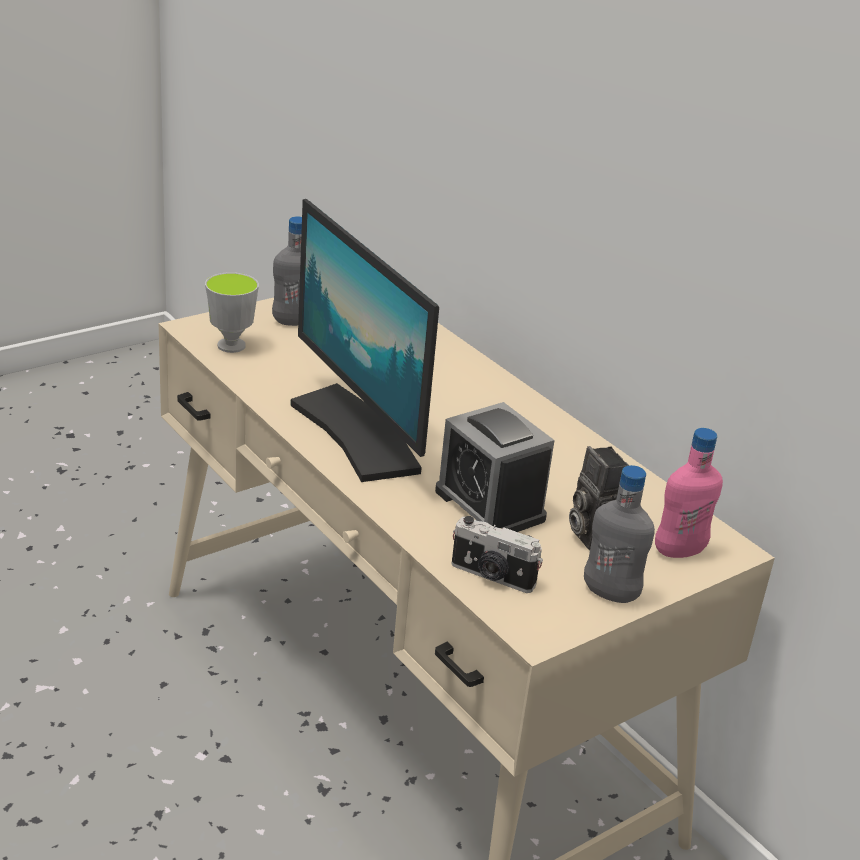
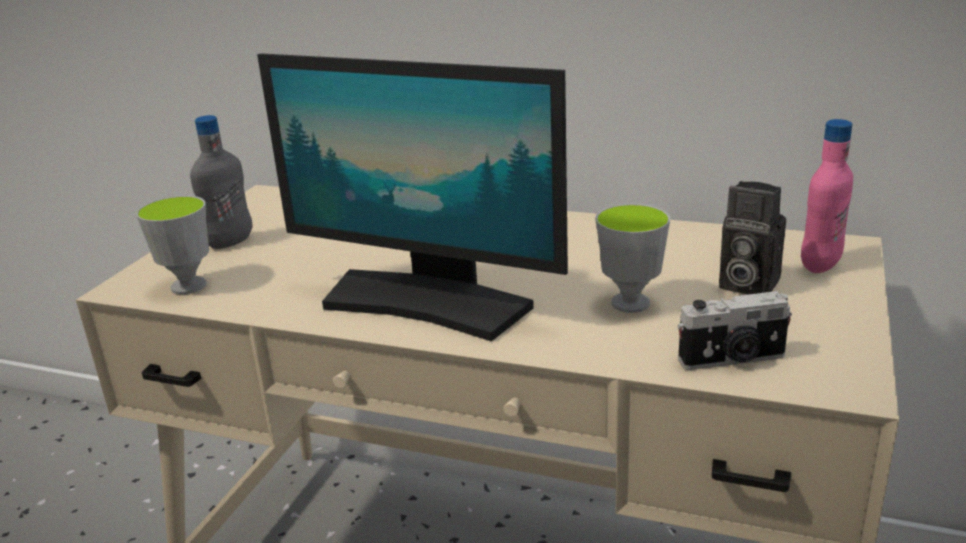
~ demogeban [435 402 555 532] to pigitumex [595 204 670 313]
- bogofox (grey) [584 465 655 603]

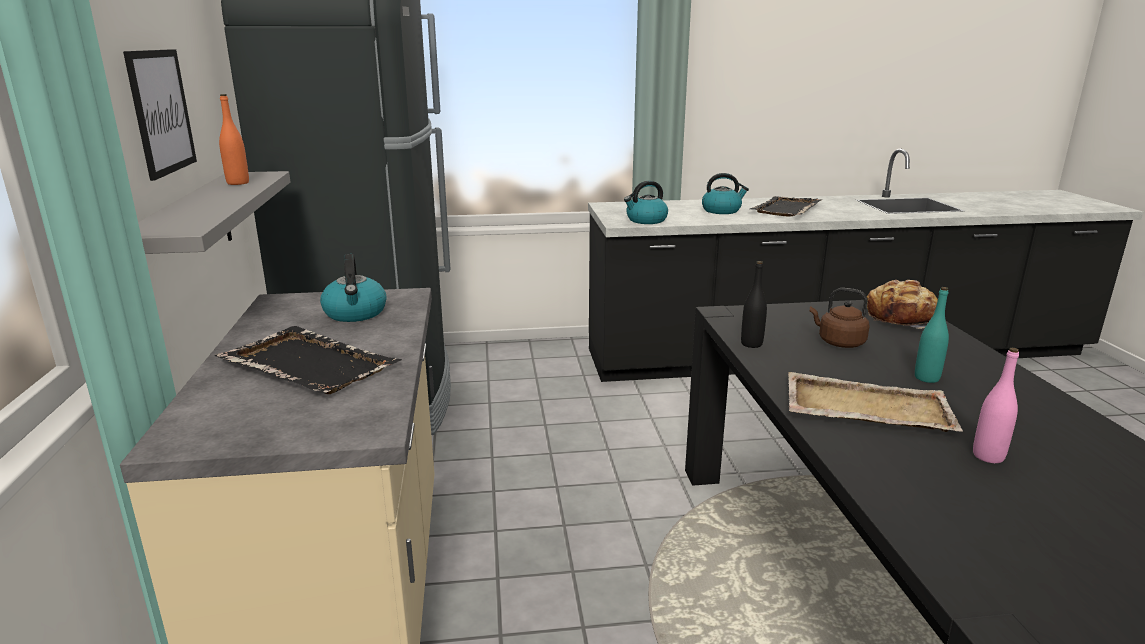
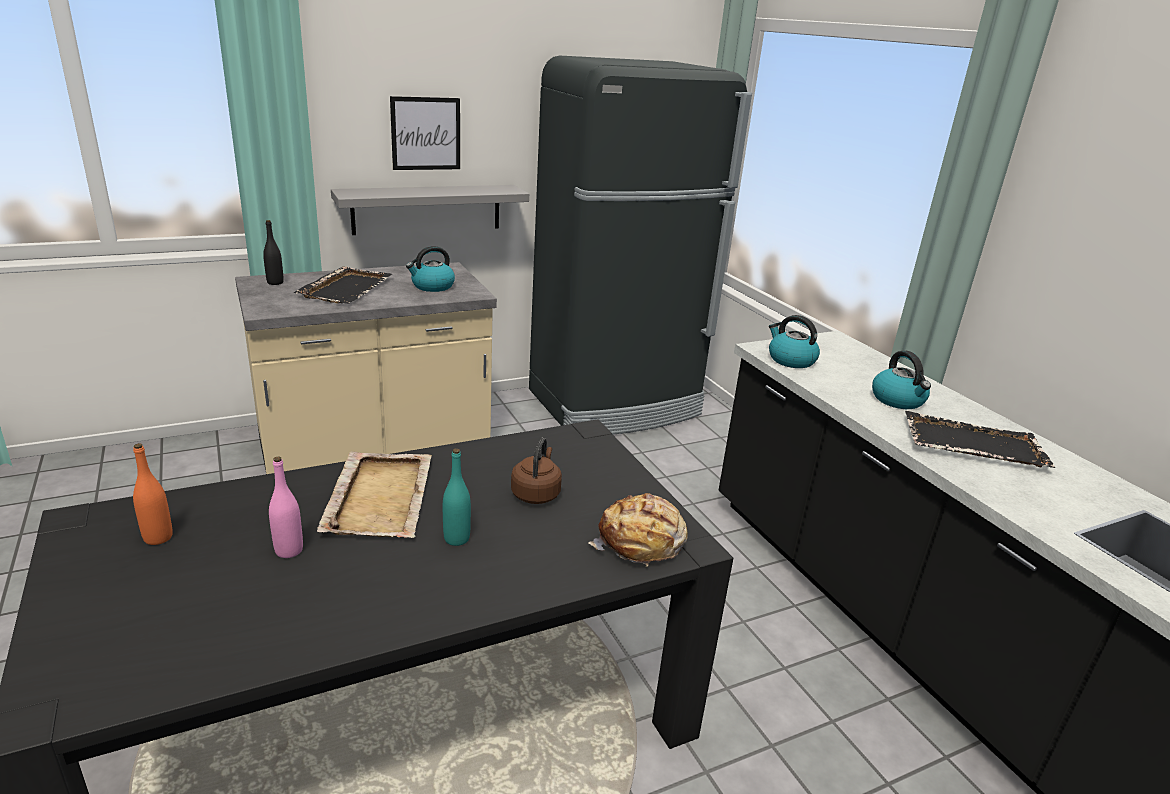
~ bogofox (orange) [219 94 249 185] to [133 443 173 545]
~ bogofox (black) [741 261 767 348] to [263 220 284 285]

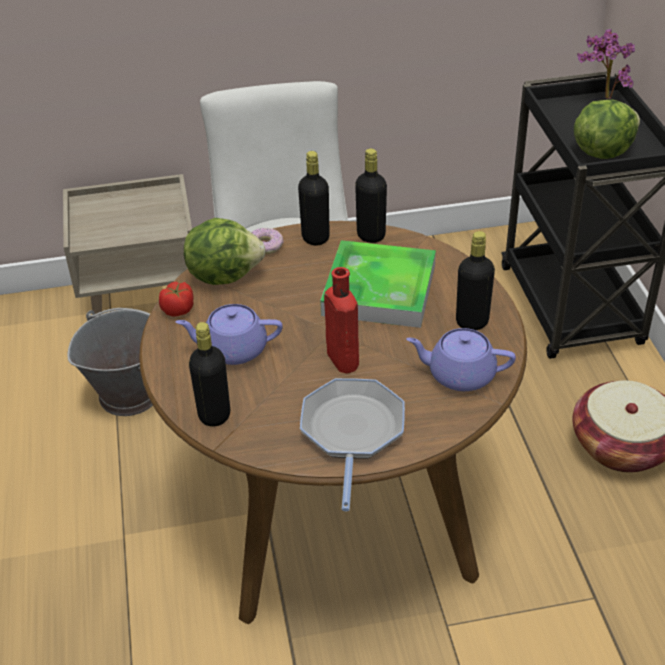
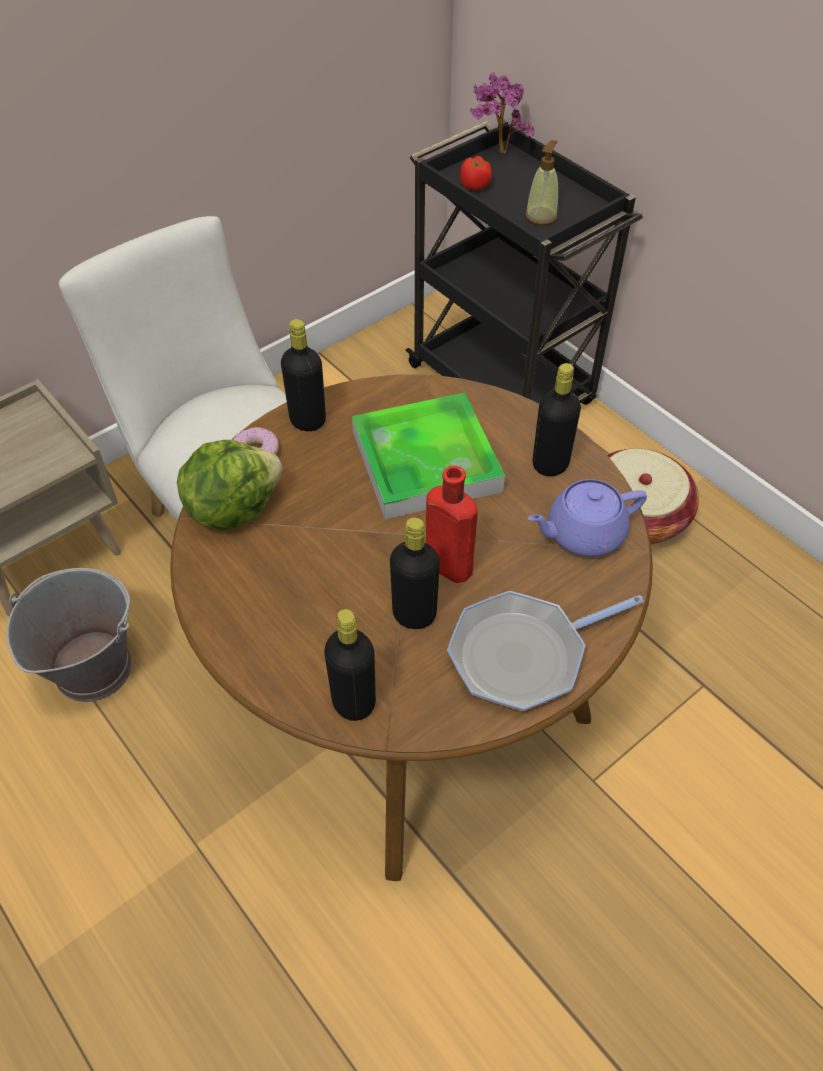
~ bogofox (black) [355 148 387 243] to [390 517 440 629]
~ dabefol [300 378 405 511] = [447 591 644 711] 90 degrees counterclockwise
~ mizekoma [159 282 194 317] to [460 156 492 190]
~ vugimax [574 99 640 159] to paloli [525 140 558 225]
- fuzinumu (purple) [176 304 283 365]

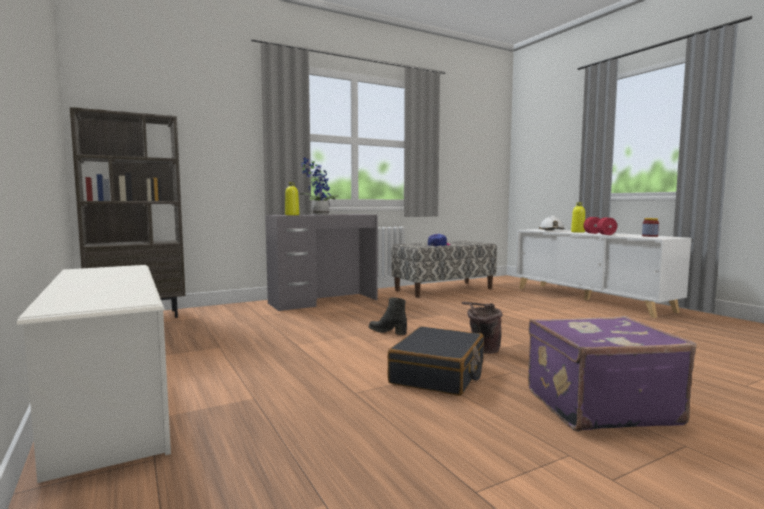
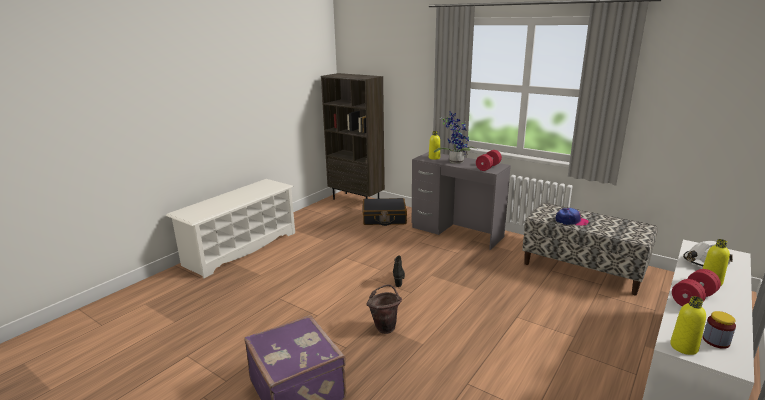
~ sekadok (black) [387 326 484 396] to [363 198 407 226]
+ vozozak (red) [476 150 502 171]
+ bogofox (yellow) [670 296 706 355]

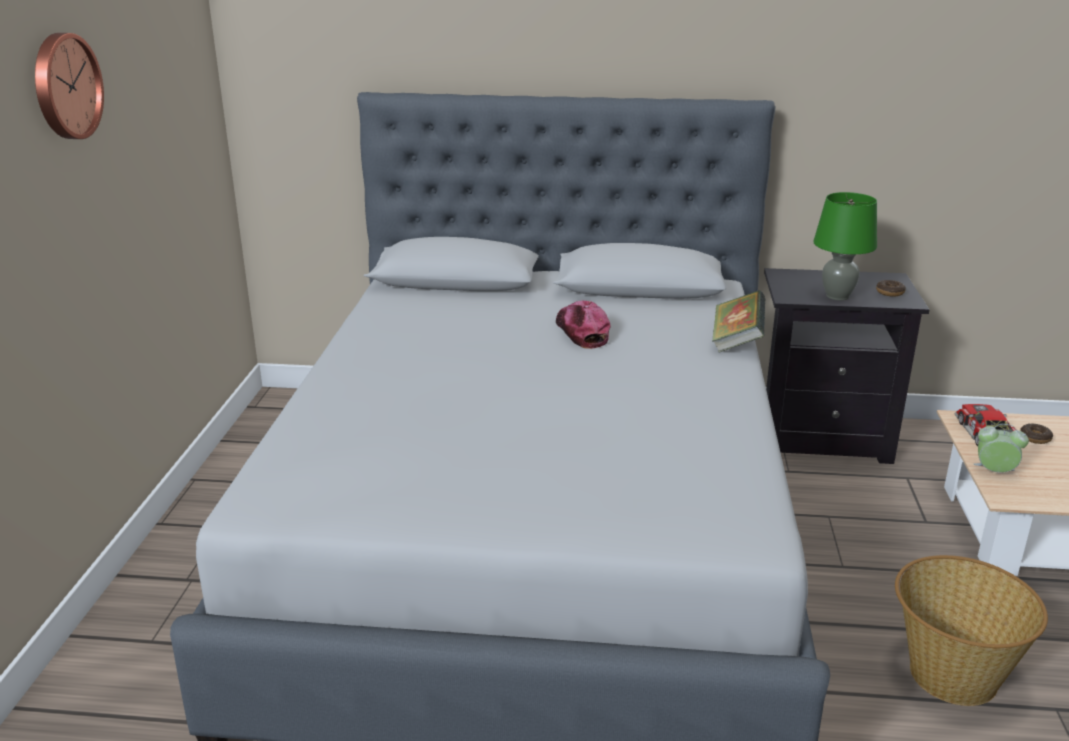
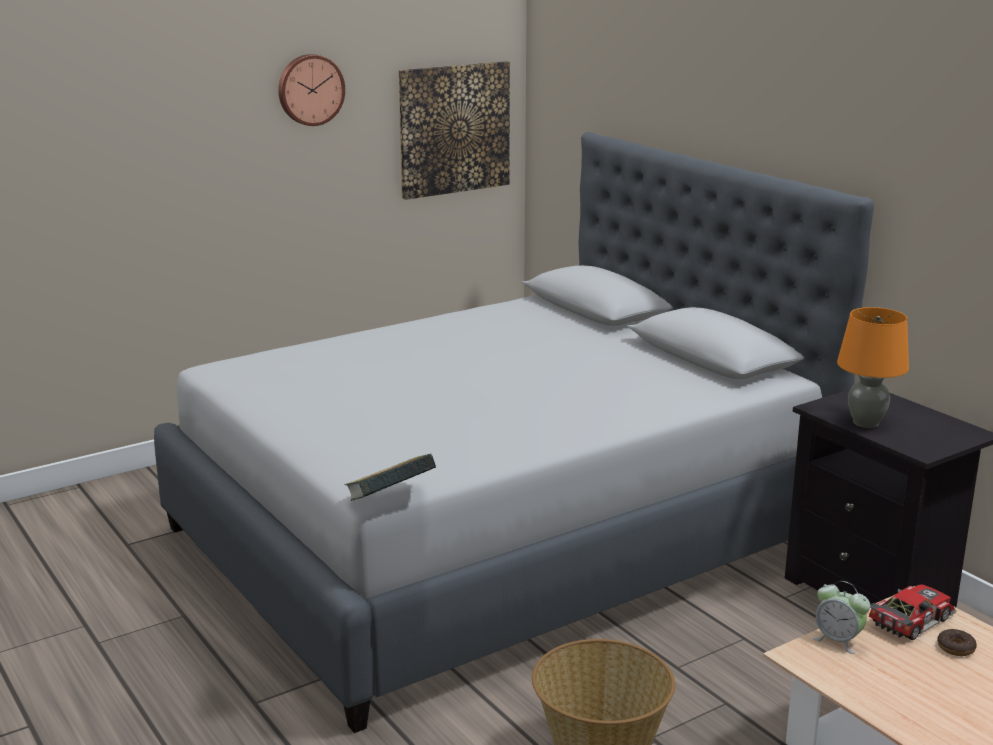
~ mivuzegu [712 290 765 352] to [344 454 436 501]
+ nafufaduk [398 61 510 200]
~ demogeban [974 424 1029 473] = [812 581 870 654] 150 degrees clockwise
~ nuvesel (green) [813 192 877 300] to nuvesel (orange) [837 307 909 428]
- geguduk [556 301 610 349]
- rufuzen [876 280 906 297]

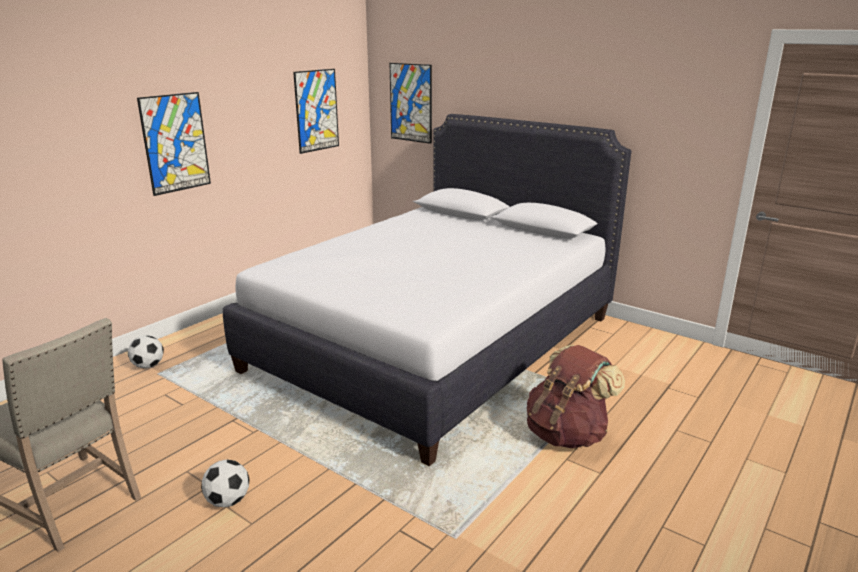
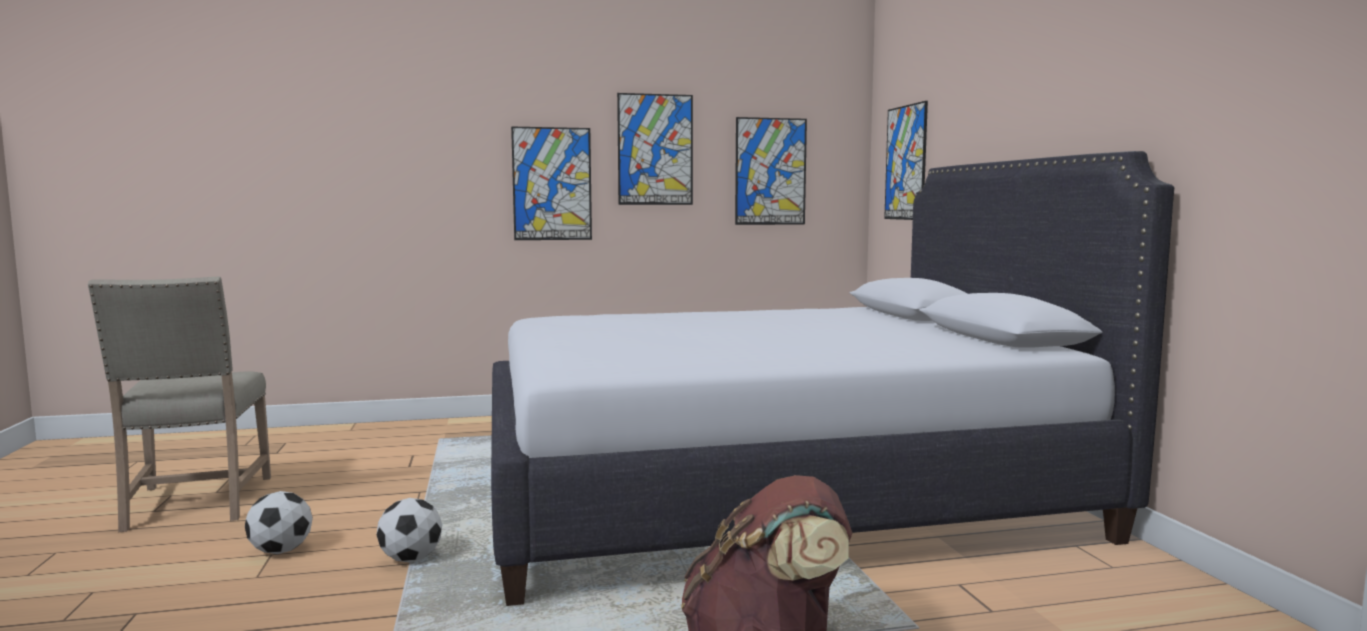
~ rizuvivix [128 335 164 369] to [376 498 442 562]
+ nafufaduk [617 93 693 205]

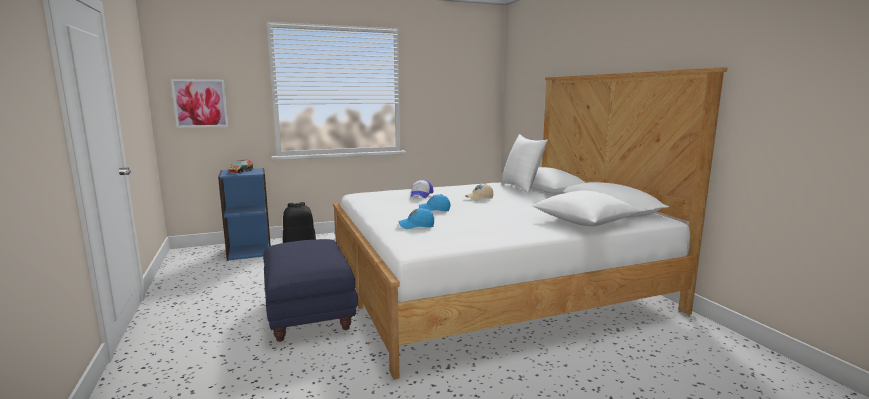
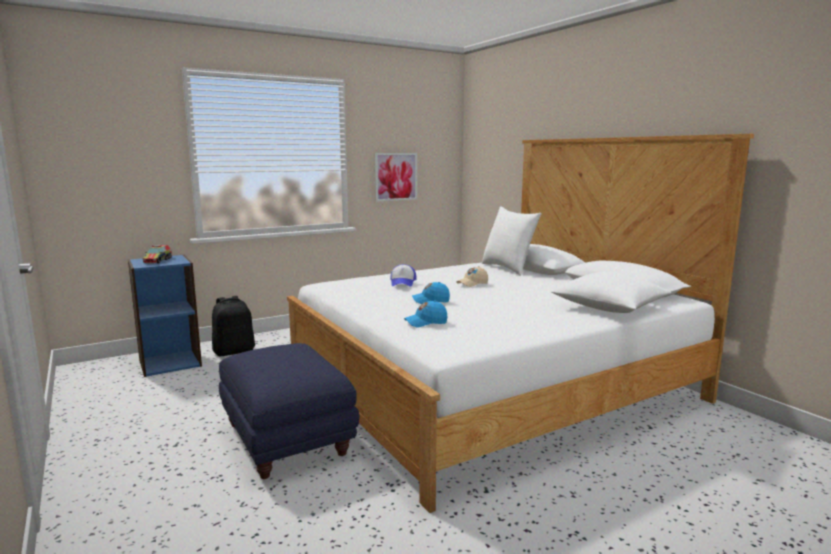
~ nafufaduk [171 79 228 128] to [375 153 417 202]

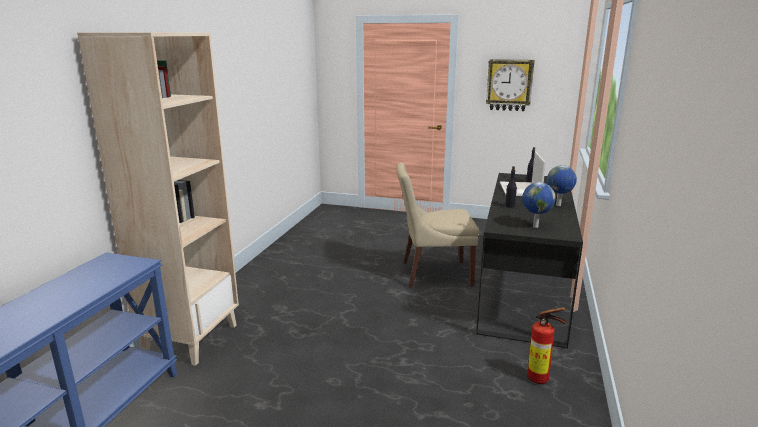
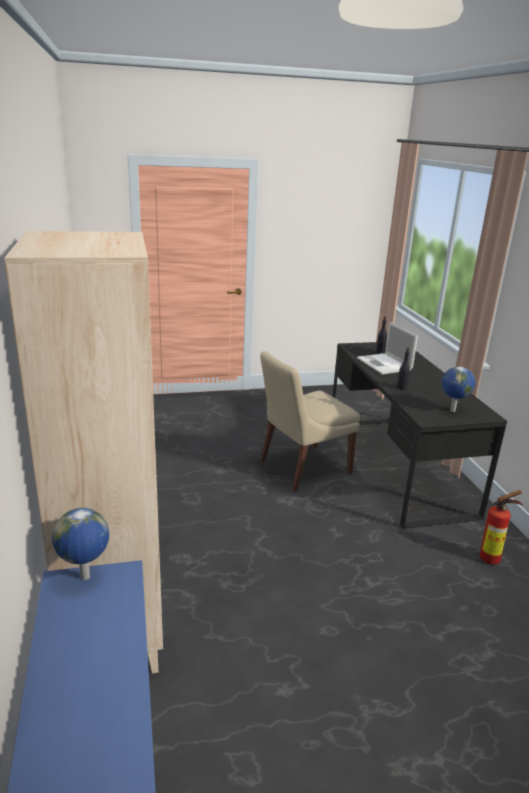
~ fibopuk [547 165 577 206] to [52 508 109 580]
- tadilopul [486 59 535 111]

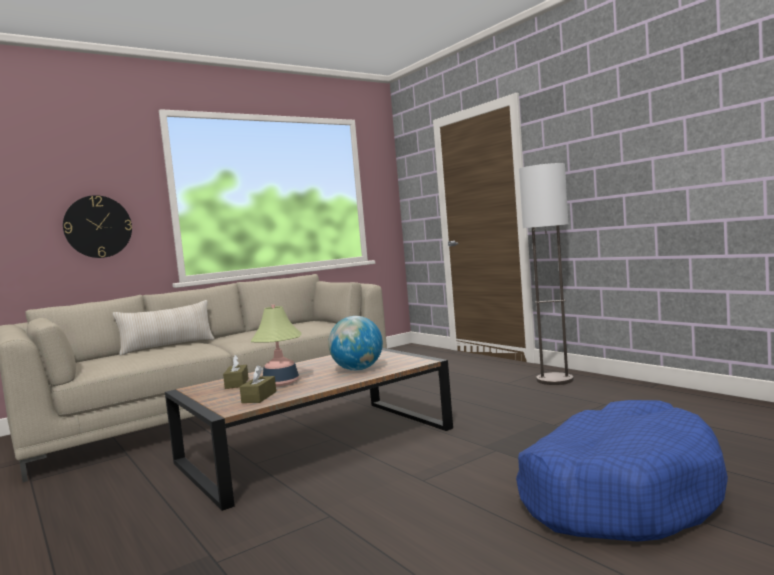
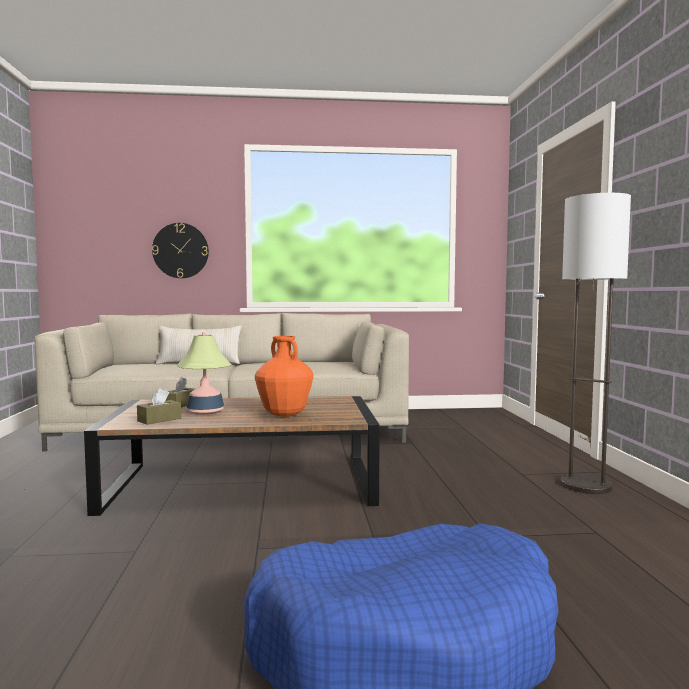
~ fibopuk [328 316 383 371] to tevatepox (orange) [255 336 313 417]

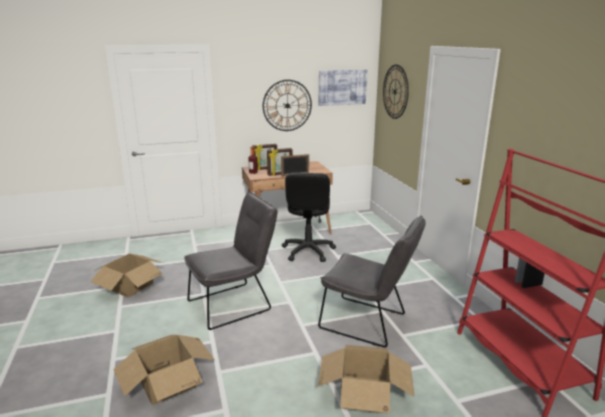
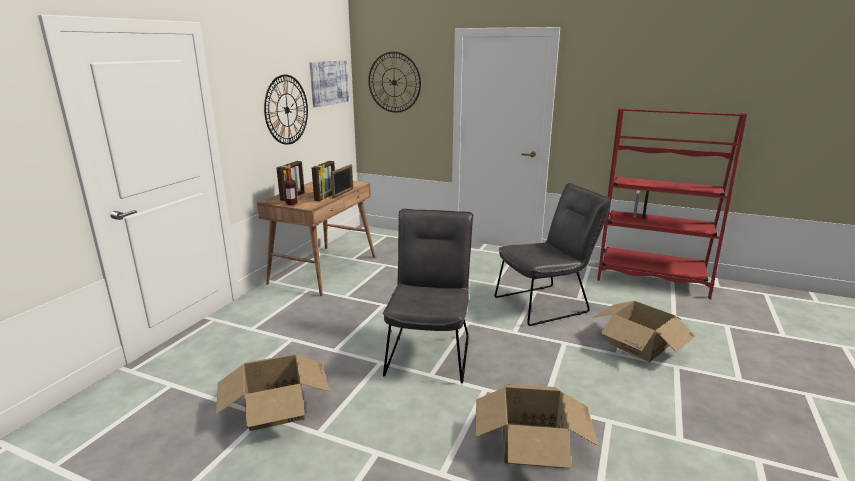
- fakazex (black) [282 173 336 262]

